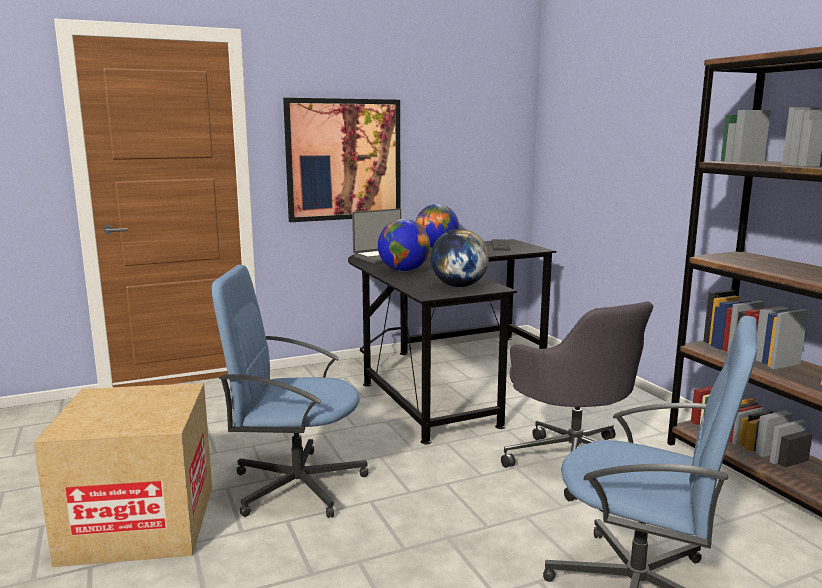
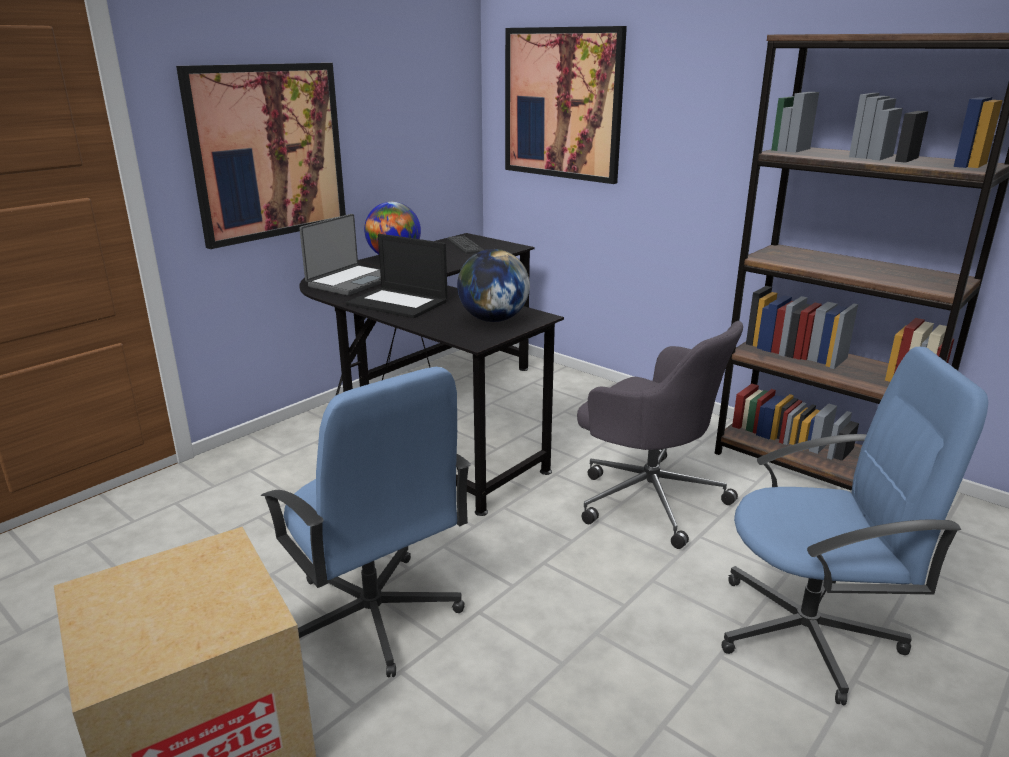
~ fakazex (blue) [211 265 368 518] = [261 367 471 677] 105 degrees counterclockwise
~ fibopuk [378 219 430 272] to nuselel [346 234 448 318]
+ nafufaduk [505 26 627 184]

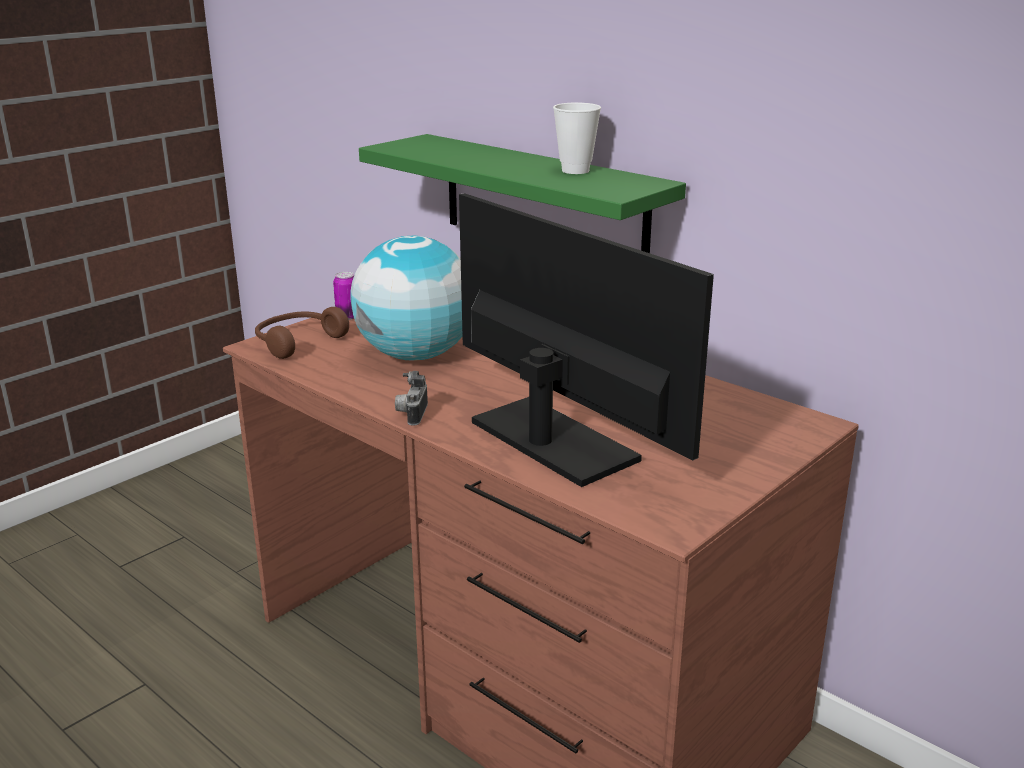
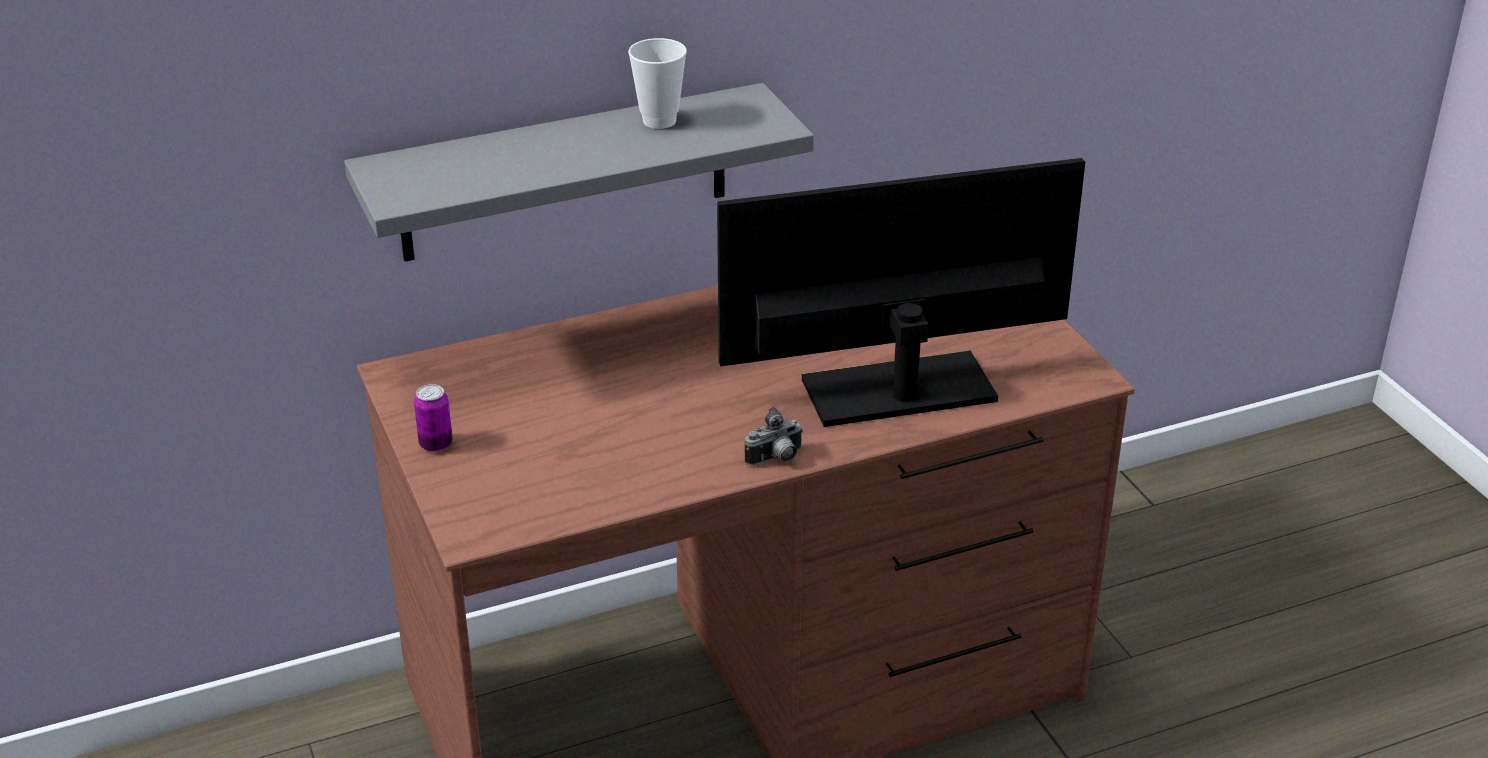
~ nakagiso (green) [359 134 686 253] to nakagiso (grey) [344 83 814 262]
~ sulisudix [395 371 428 426] = [744 407 803 466] 60 degrees counterclockwise
- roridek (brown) [255 307 349 359]
- fibopuk [350 235 463 361]

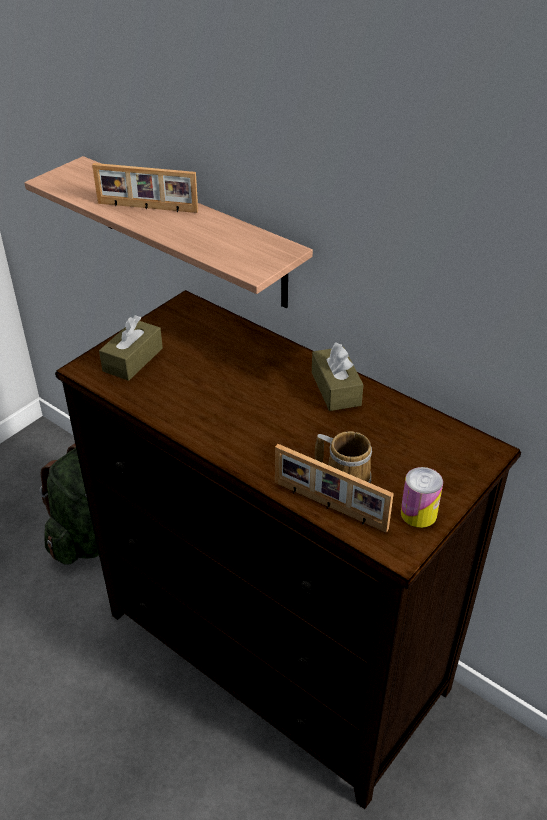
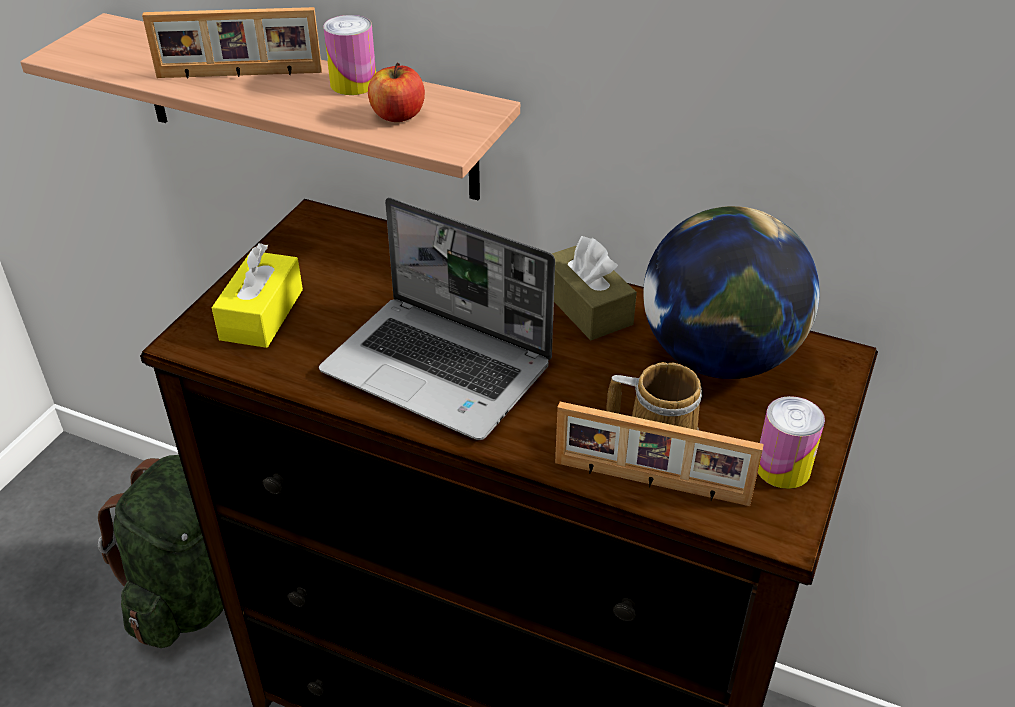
~ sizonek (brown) [99 315 163 381] to sizonek (yellow) [212 243 303 348]
+ nuselel [319 197 555 440]
+ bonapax [323 15 376 95]
+ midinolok [368 63 425 122]
+ fibopuk [643 206 820 379]

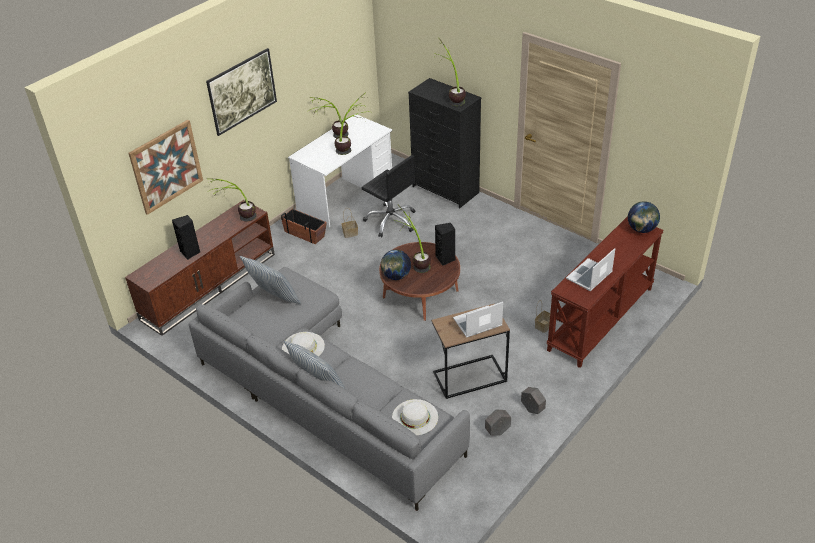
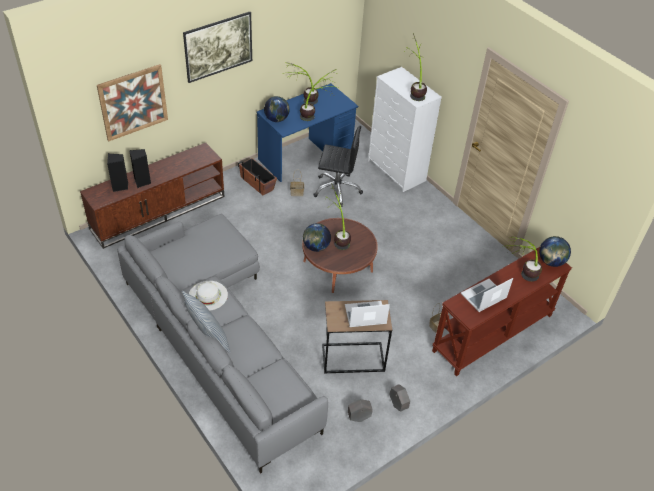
~ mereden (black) [435 223 455 266] to [107 153 128 192]
~ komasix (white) [288 114 392 227] to komasix (blue) [256 83 358 182]
+ fibopuk [264 96 290 122]
~ fakazex (black) [362 155 416 237] = [313 126 363 207] 45 degrees counterclockwise
~ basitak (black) [408 78 482 208] to basitak (white) [368 67 442 192]
~ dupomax [207 178 257 221] to [502 237 542 282]
- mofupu [240 256 301 304]
- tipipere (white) [392 399 438 435]

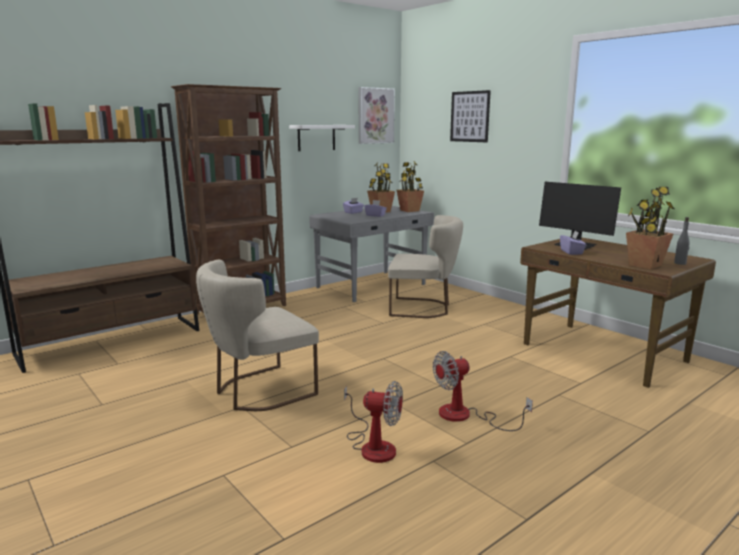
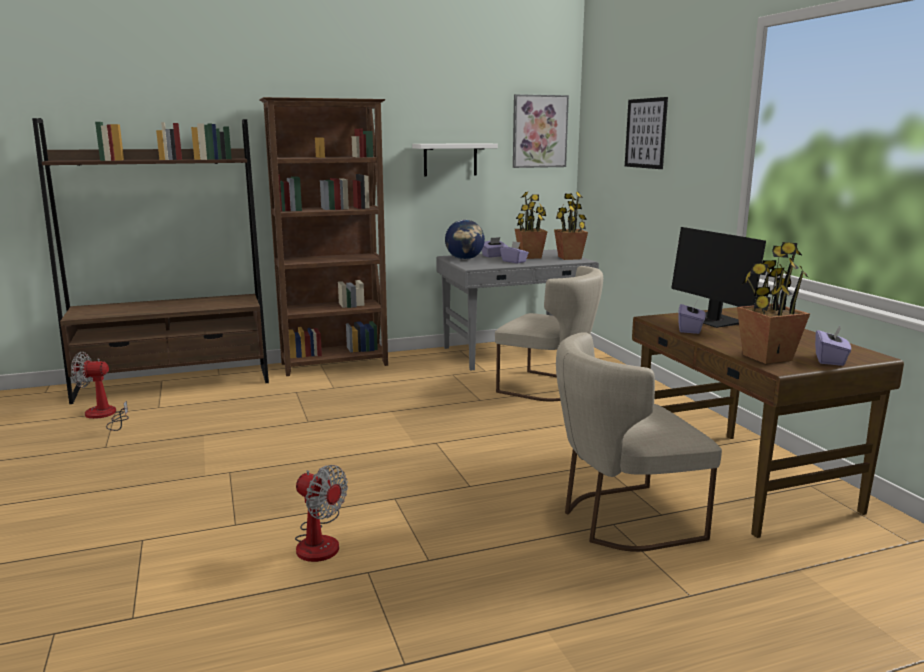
~ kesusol [433 351 533 431] to [71 352 129 431]
+ fibopuk [445 220 485 260]
~ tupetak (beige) [196 260 319 411] to [556 332 722 552]
~ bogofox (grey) [674 217 690 265] to sizonek (purple) [815 325 851 366]

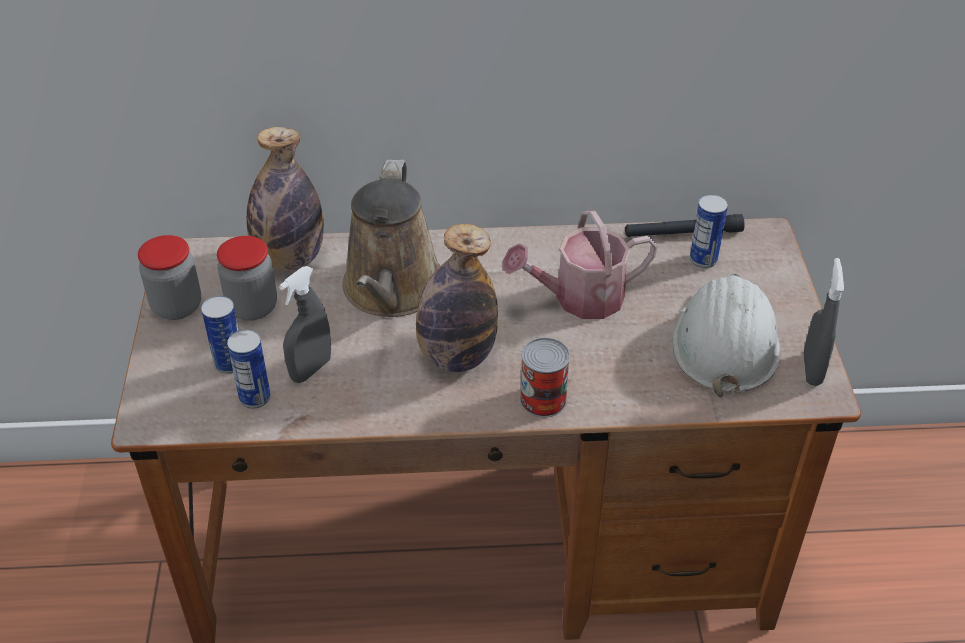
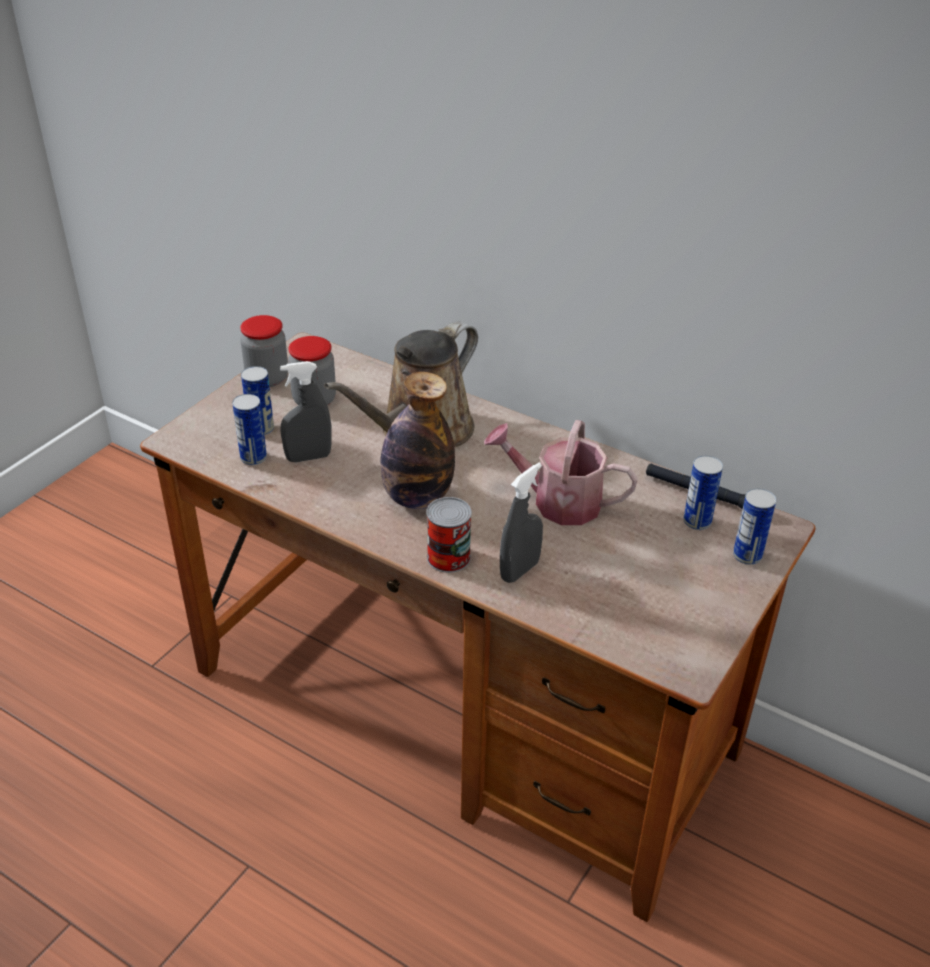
~ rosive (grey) [804 258 844 386] to [500 463 543 583]
+ bonapax [733 488 776 565]
- bogofox [247 127 324 271]
- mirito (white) [673 274 780 398]

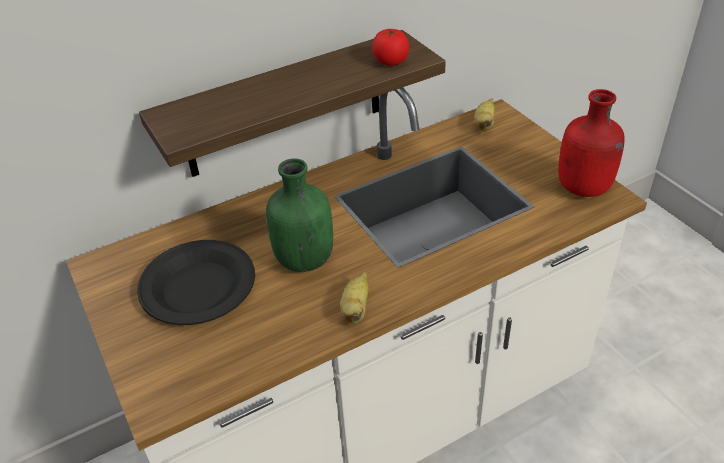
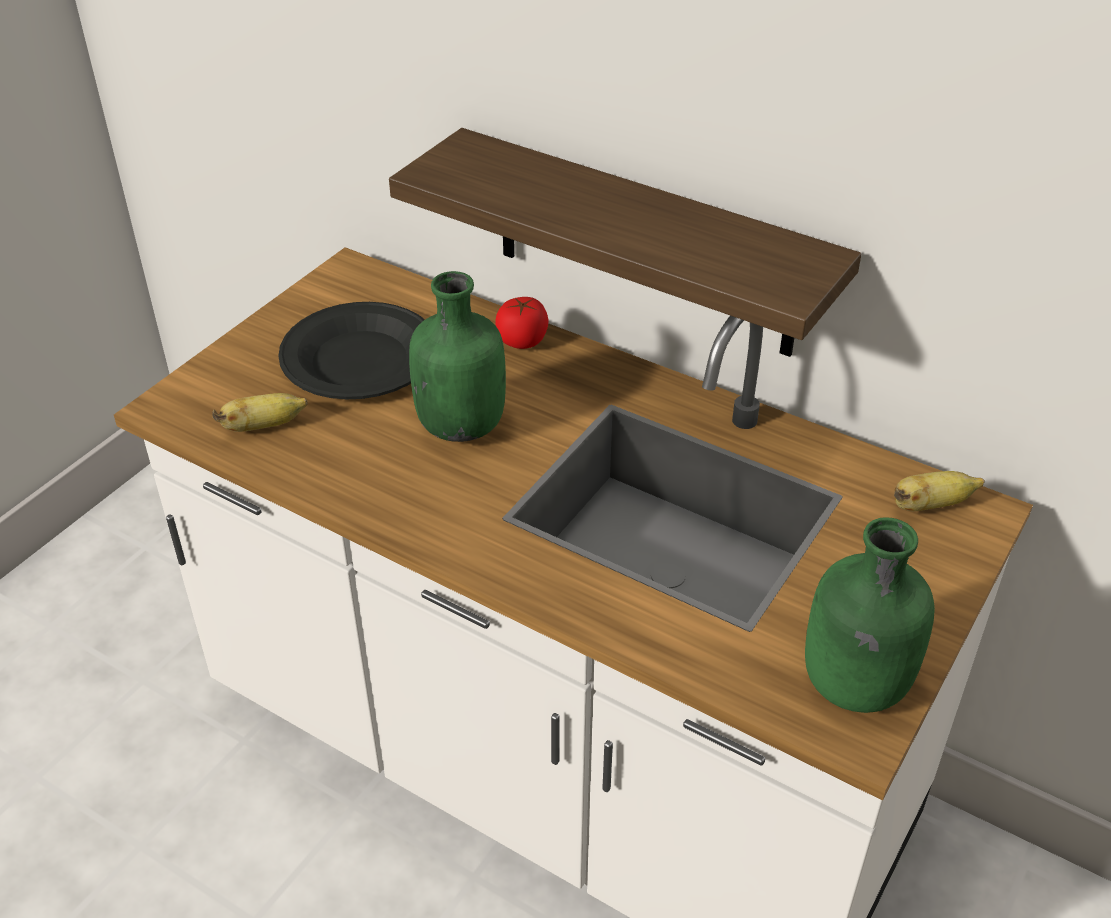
~ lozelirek [341 272 369 324] to [212 393 308 432]
~ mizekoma [372 29 409 66] to [495 297 548 349]
~ bogofox (red) [558 89 625 197] to bogofox (green) [805 517 935 713]

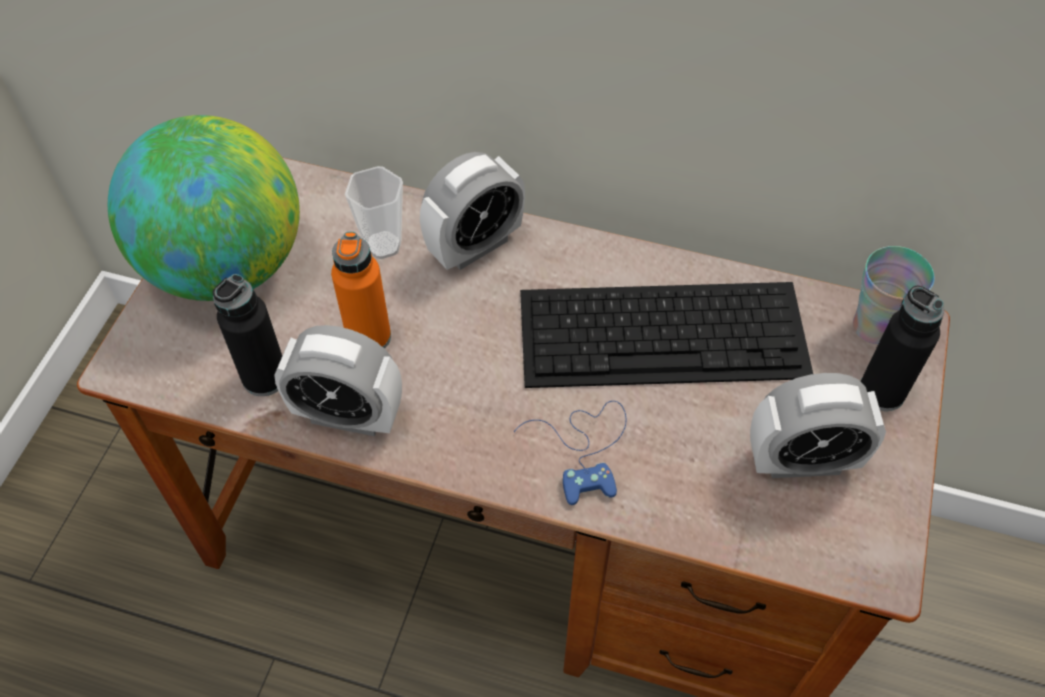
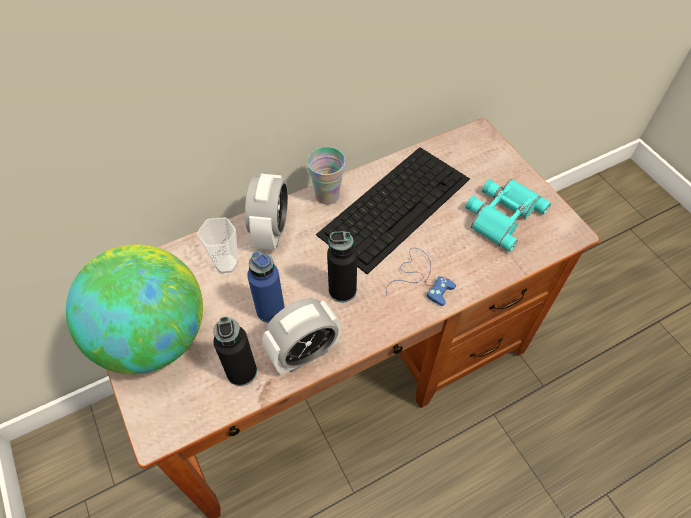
~ bogofox (orange) [331 232 391 349] to bogofox (blue) [247 251 285 323]
~ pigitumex [853 246 935 344] to [307 147 345 204]
~ bogofox (black) [860 286 944 411] to [327 230 358 303]
~ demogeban [750 373 886 478] to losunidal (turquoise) [465 179 551 252]

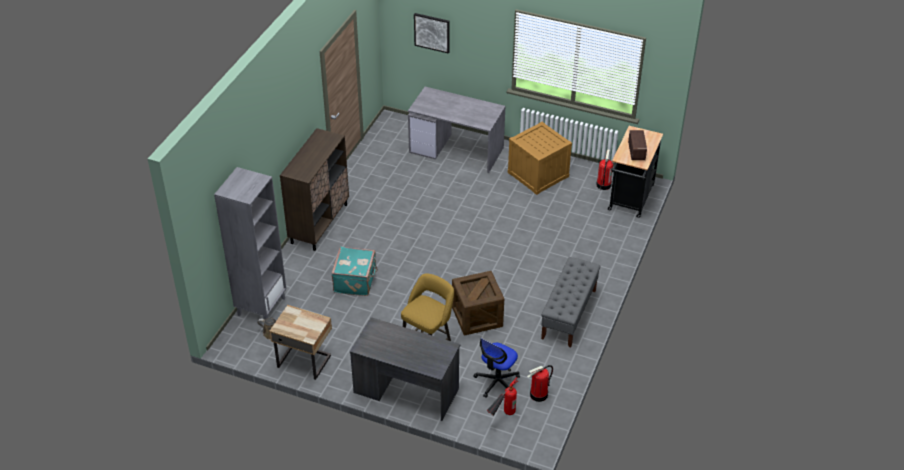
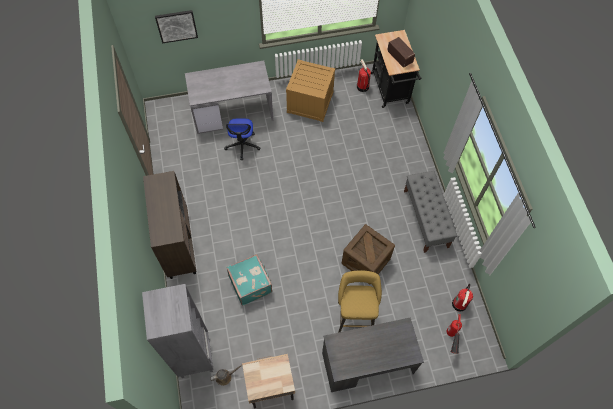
~ fakazex [473 338 520 398] to [224 119 260 160]

